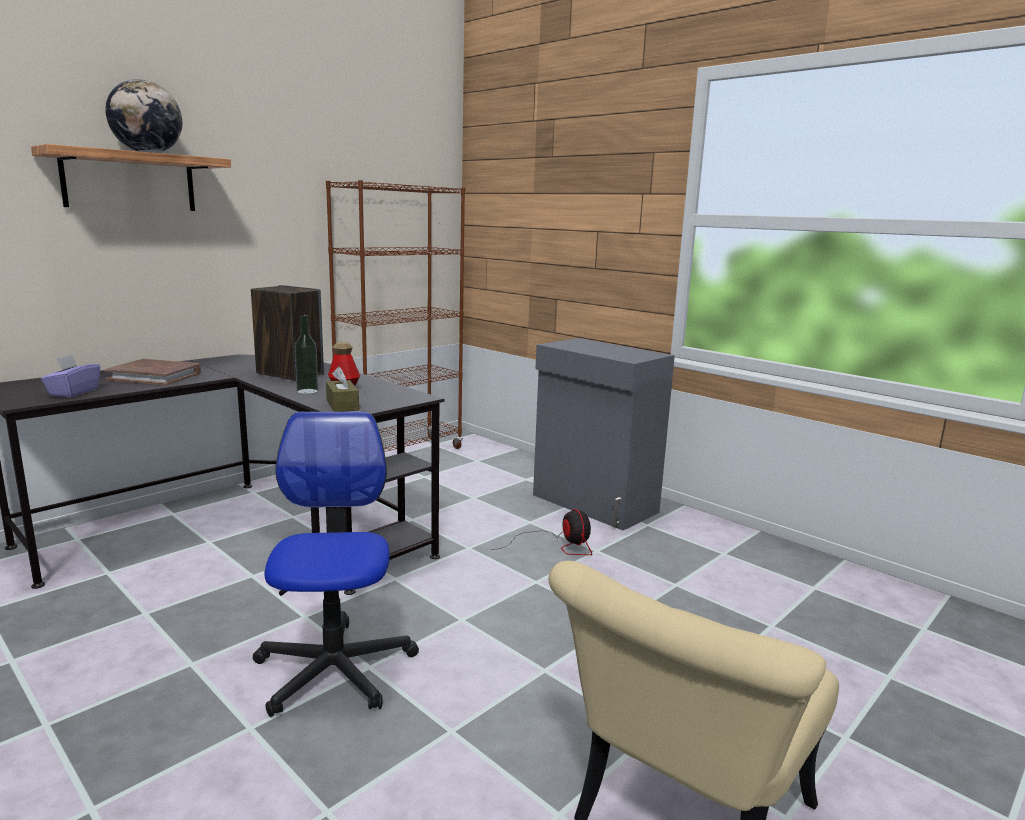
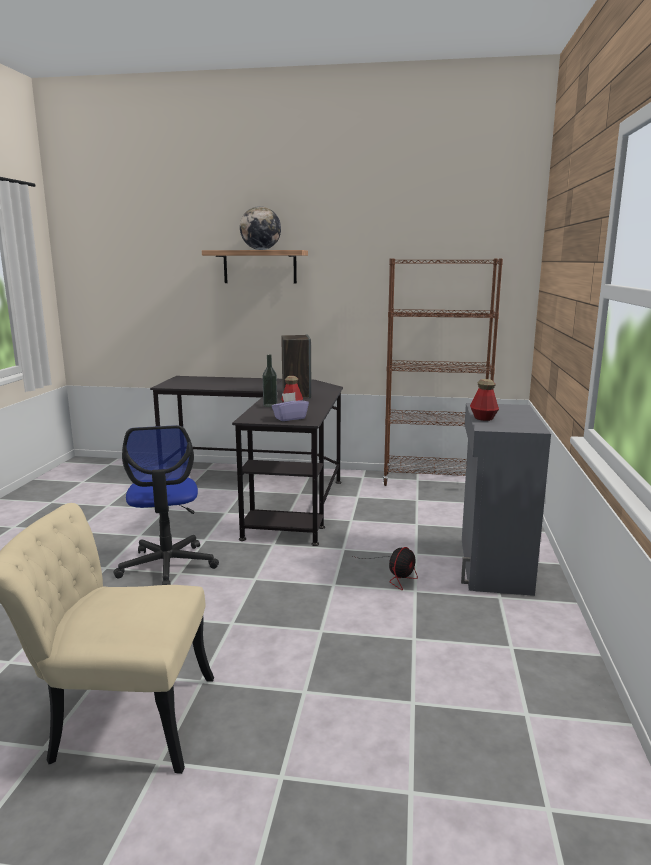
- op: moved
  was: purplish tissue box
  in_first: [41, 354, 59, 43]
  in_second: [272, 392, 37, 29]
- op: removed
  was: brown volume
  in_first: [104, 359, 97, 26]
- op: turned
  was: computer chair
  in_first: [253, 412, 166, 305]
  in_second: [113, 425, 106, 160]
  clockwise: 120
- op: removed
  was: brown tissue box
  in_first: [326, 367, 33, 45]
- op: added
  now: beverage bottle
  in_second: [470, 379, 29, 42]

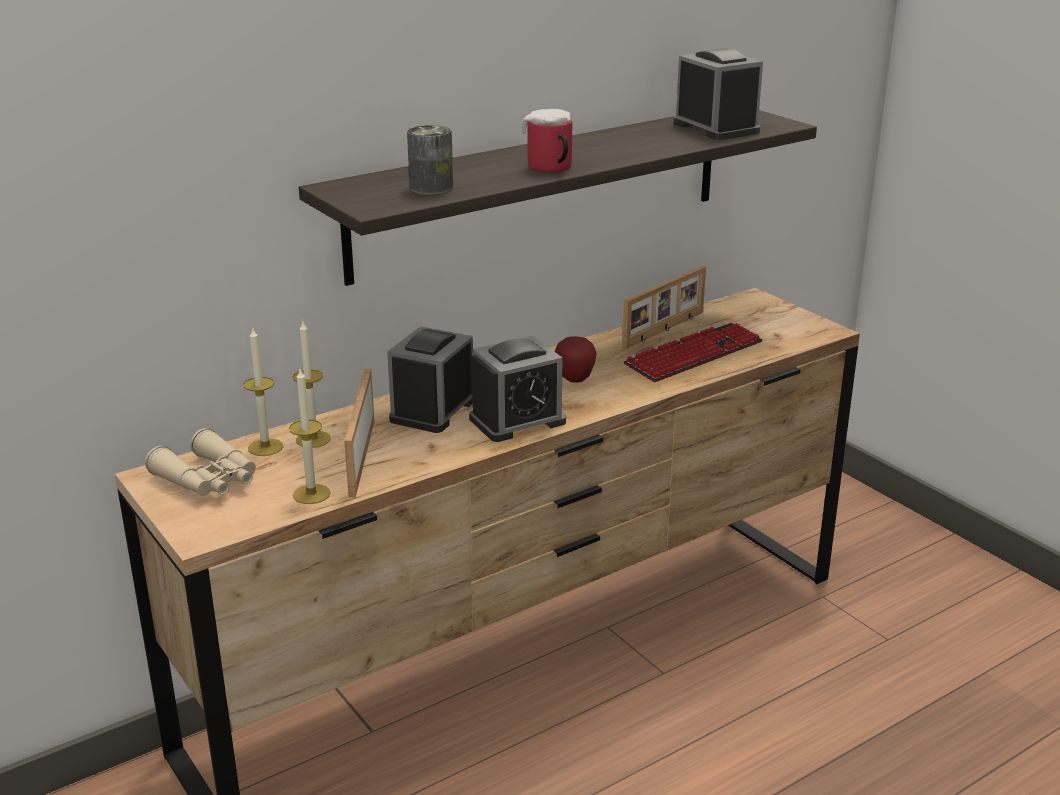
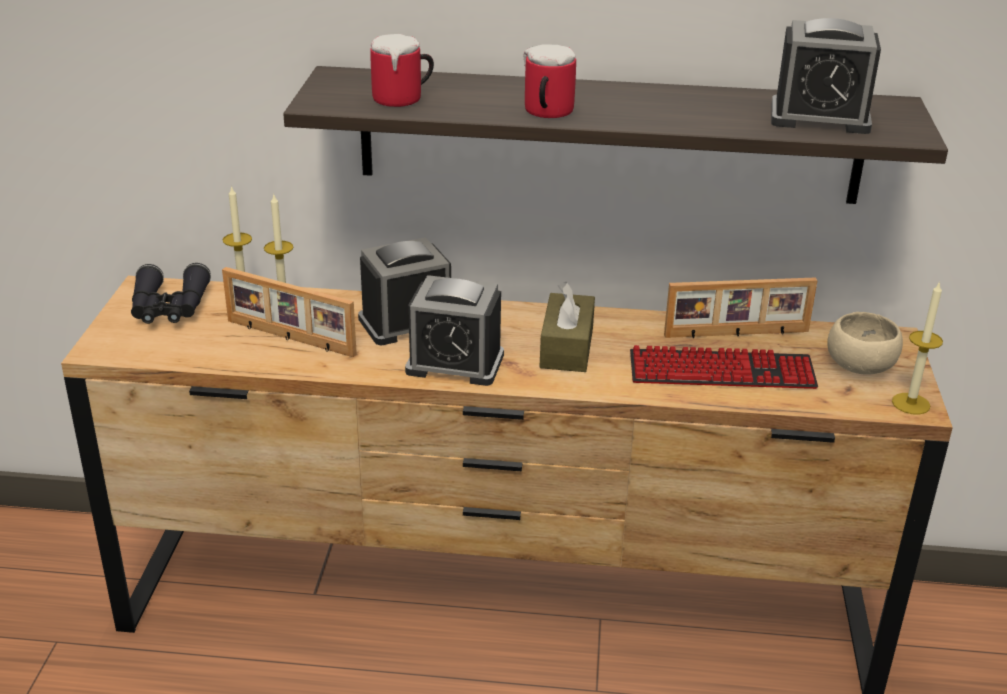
- op: recoloured
  was: sand-coloured binoculars
  now: black binoculars
  in_first: [145, 428, 111, 68]
  in_second: [131, 263, 80, 61]
- op: moved
  was: candle
  in_first: [289, 369, 42, 135]
  in_second: [892, 281, 51, 134]
- op: turned
  was: picture frame
  in_first: [344, 369, 30, 128]
  in_second: [222, 267, 135, 90]
  clockwise: -105
- op: replaced
  was: can
  now: mug
  in_first: [407, 125, 46, 70]
  in_second: [370, 34, 64, 73]
- op: replaced
  was: apple fruit
  now: brown tissue box
  in_first: [555, 336, 42, 47]
  in_second: [540, 282, 55, 90]
- op: turned
  was: table clock
  in_first: [673, 48, 90, 92]
  in_second: [771, 18, 110, 116]
  clockwise: 90
- op: added
  now: sand-coloured serving bowl
  in_second: [827, 312, 76, 62]

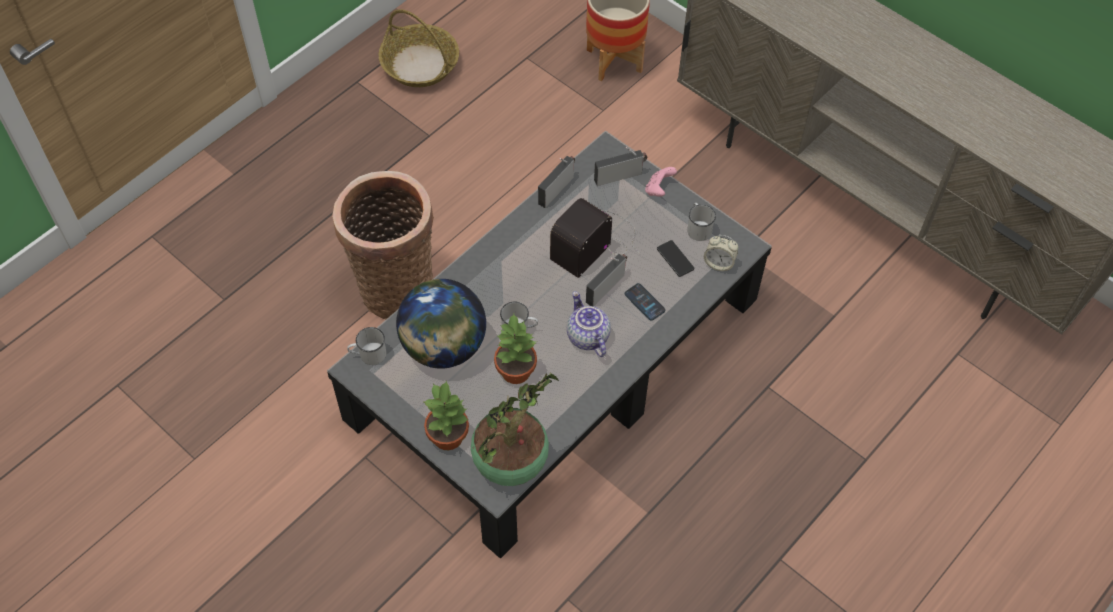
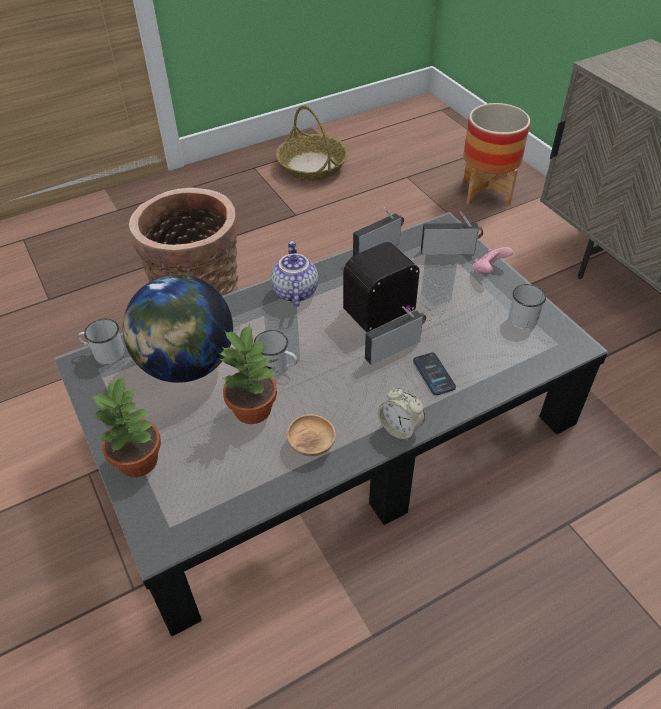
- op: removed
  was: houseplant
  in_first: [471, 372, 88, 114]
- op: moved
  was: teapot
  in_first: [567, 291, 44, 66]
  in_second: [271, 241, 47, 66]
- op: removed
  was: telephone
  in_first: [657, 240, 37, 37]
- op: moved
  was: table clock
  in_first: [704, 235, 34, 36]
  in_second: [378, 387, 47, 54]
- op: added
  now: brown serving bowl
  in_second: [287, 414, 49, 42]

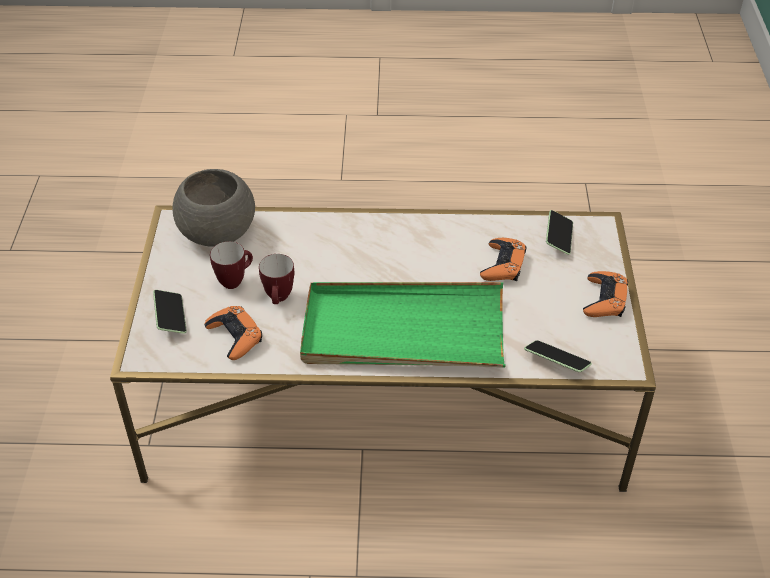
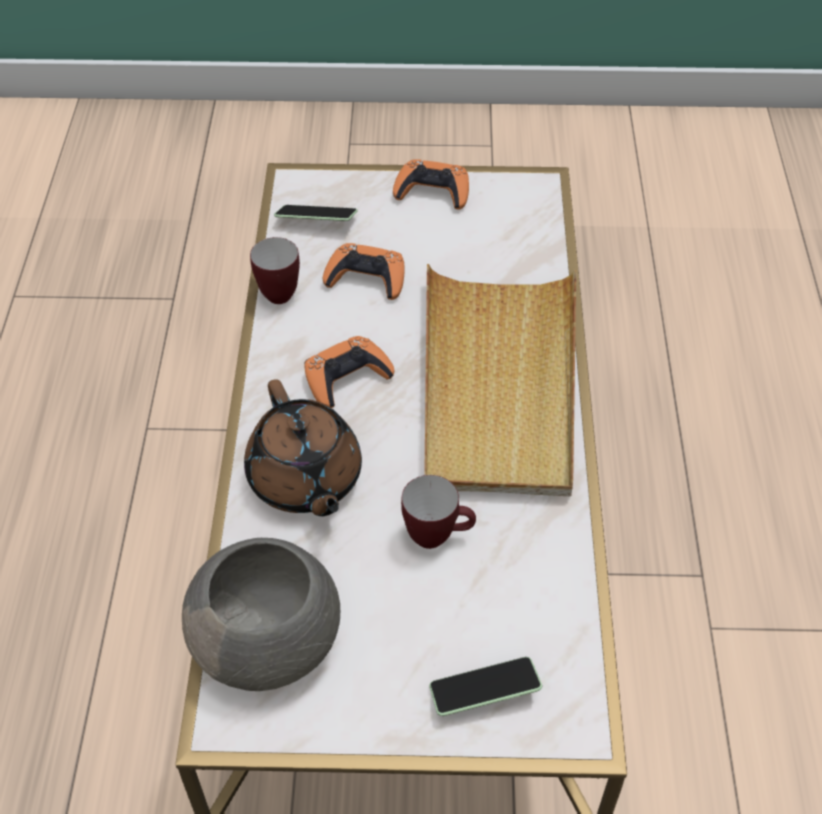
- op: moved
  was: orange-coloured joypad
  in_first: [204, 306, 58, 54]
  in_second: [304, 336, 91, 72]
- op: moved
  was: mug
  in_first: [210, 241, 43, 48]
  in_second: [250, 237, 50, 67]
- op: recoloured
  was: greenish tray
  now: sand-coloured tray
  in_first: [300, 282, 206, 86]
  in_second: [424, 264, 152, 232]
- op: removed
  was: telephone
  in_first: [524, 340, 68, 32]
- op: added
  now: brown teapot
  in_second: [244, 379, 118, 137]

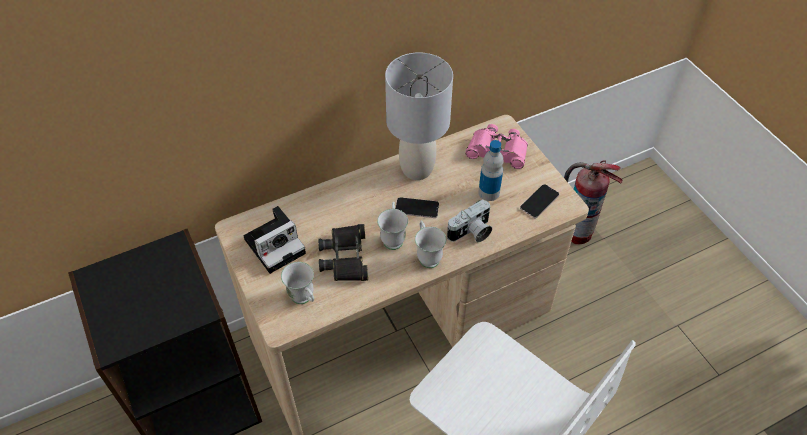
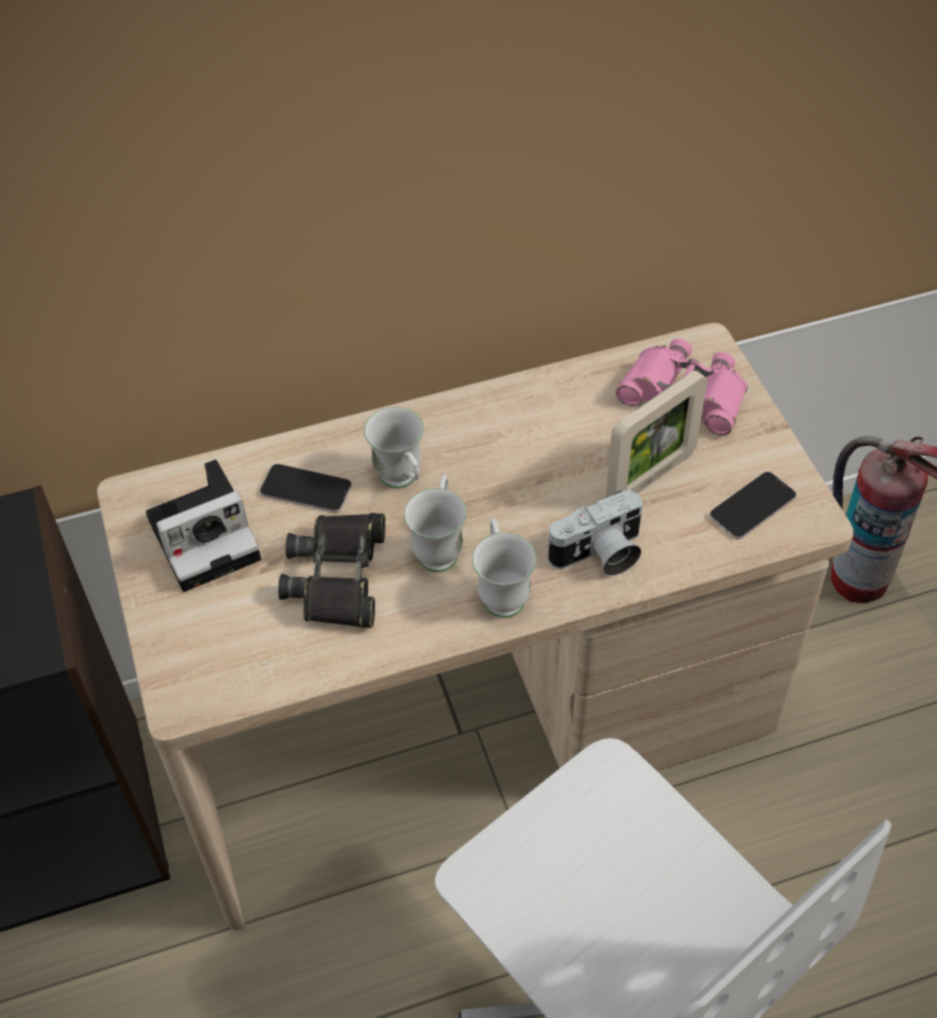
- op: moved
  was: white mug
  in_first: [281, 262, 33, 42]
  in_second: [364, 407, 60, 81]
- op: removed
  was: grey table lamp
  in_first: [385, 53, 68, 127]
- op: moved
  was: telephone
  in_first: [395, 197, 44, 21]
  in_second: [260, 464, 92, 49]
- op: replaced
  was: beverage bottle
  now: picture frame
  in_first: [478, 140, 26, 61]
  in_second: [606, 370, 101, 128]

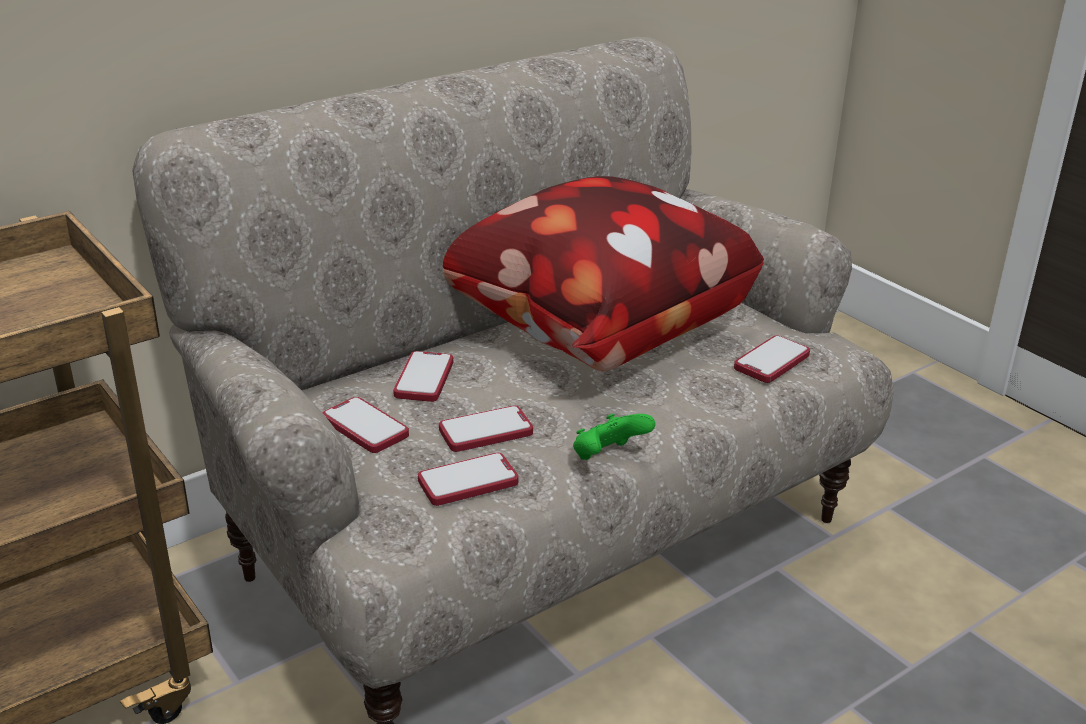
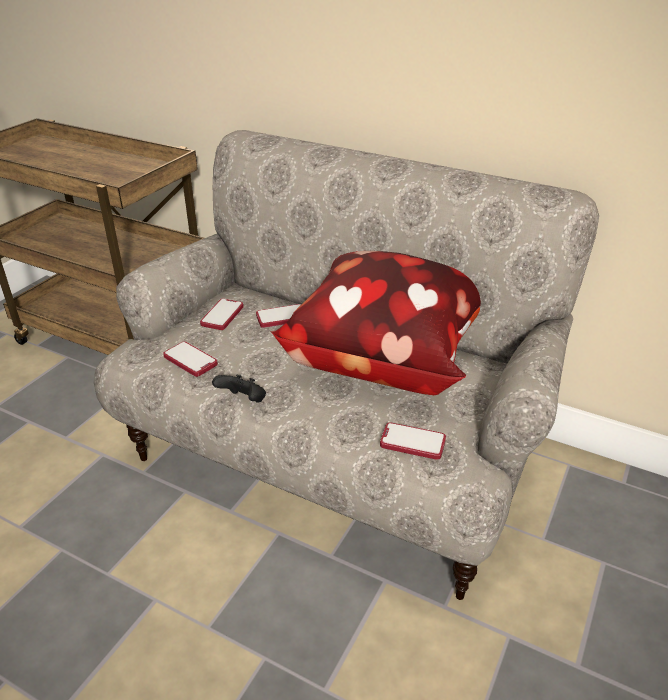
- op: removed
  was: telephone
  in_first: [439, 406, 94, 46]
- op: recoloured
  was: greenish joypad
  now: black joypad
  in_first: [573, 413, 82, 47]
  in_second: [212, 375, 54, 27]

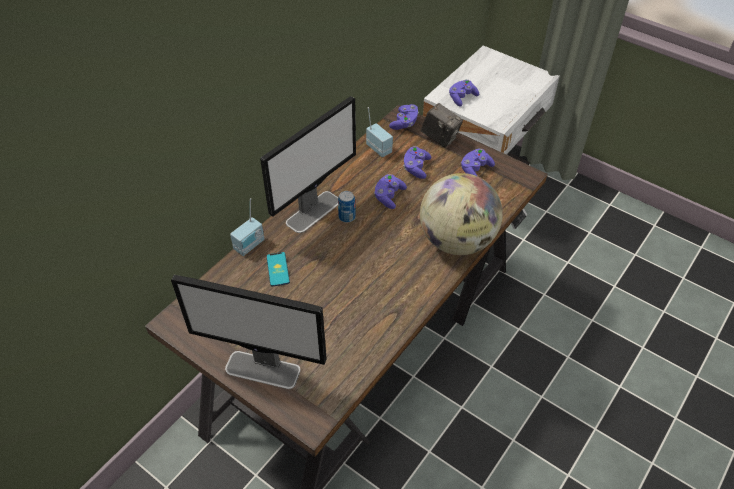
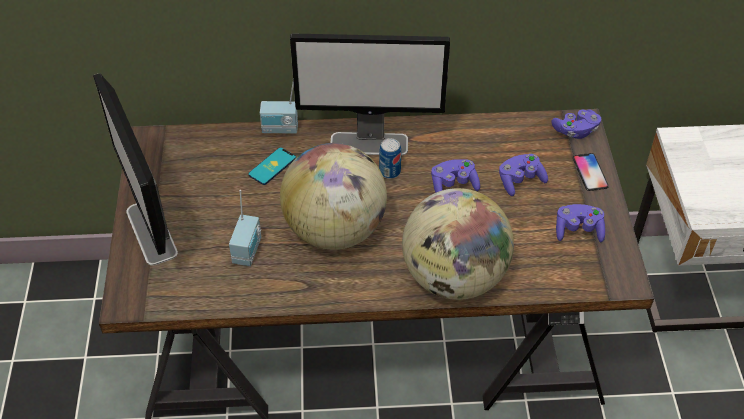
- op: moved
  was: radio set
  in_first: [366, 107, 27, 50]
  in_second: [229, 190, 32, 76]
- op: replaced
  was: photo camera
  now: telephone
  in_first: [421, 103, 42, 45]
  in_second: [573, 153, 36, 38]
- op: removed
  was: purplish joypad
  in_first: [449, 80, 30, 27]
- op: added
  now: world globe
  in_second: [280, 143, 107, 107]

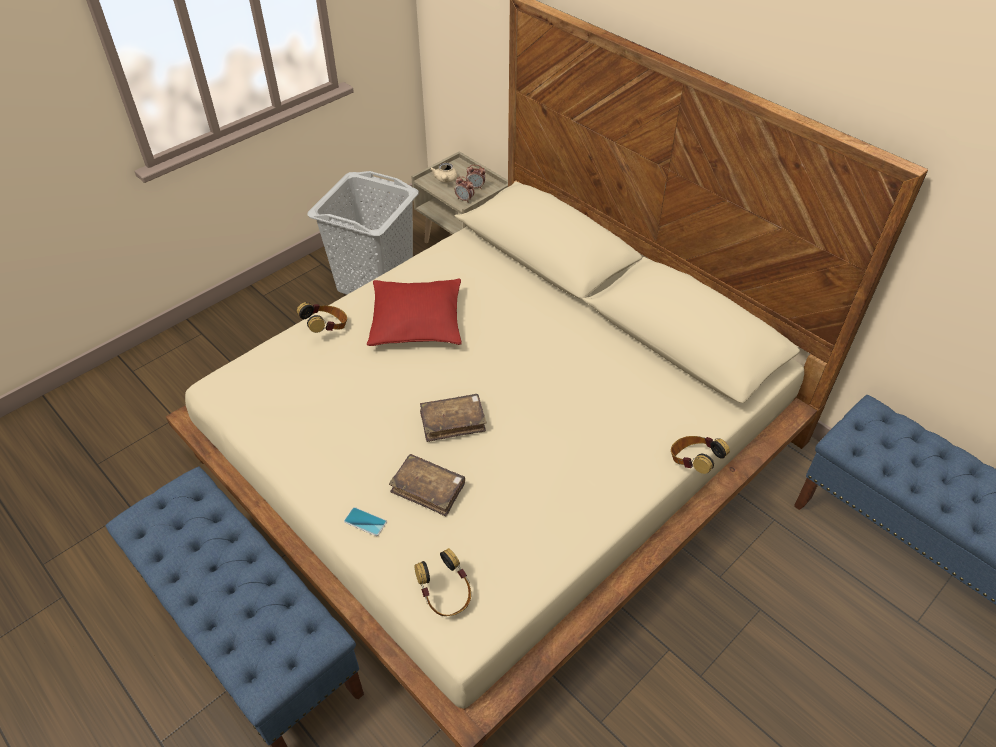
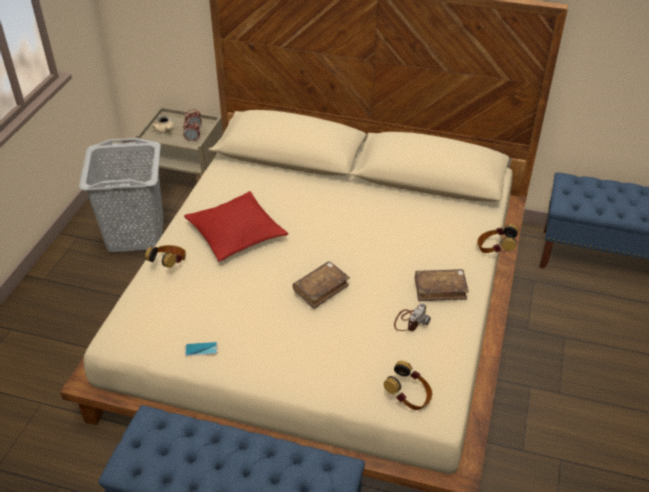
- op: moved
  was: telephone
  in_first: [344, 507, 43, 29]
  in_second: [185, 342, 32, 14]
- op: moved
  was: brown volume
  in_first: [389, 454, 76, 63]
  in_second: [415, 269, 54, 32]
- op: added
  now: photo camera
  in_second: [394, 303, 37, 28]

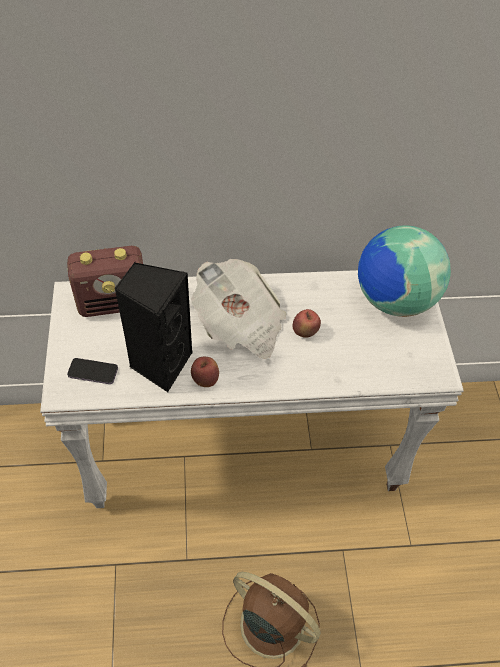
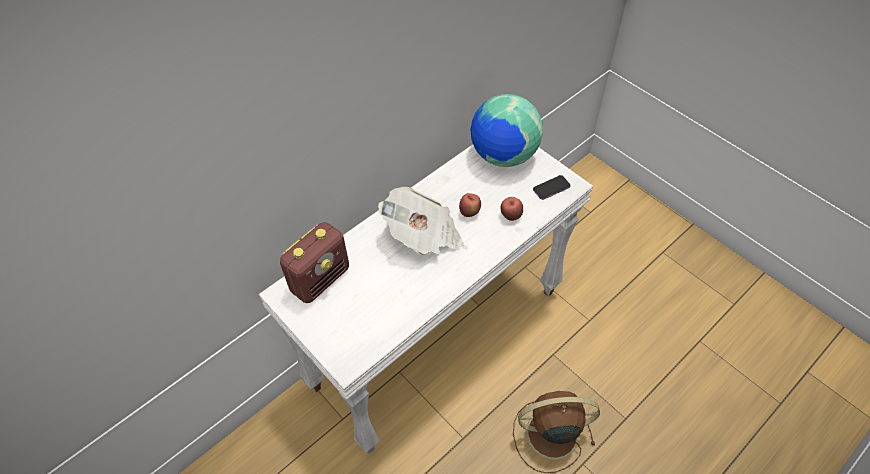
- op: moved
  was: telephone
  in_first: [67, 358, 51, 26]
  in_second: [533, 175, 38, 25]
- op: removed
  was: black speaker
  in_first: [114, 262, 78, 130]
- op: moved
  was: apple fruit
  in_first: [191, 357, 28, 30]
  in_second: [501, 197, 22, 24]

